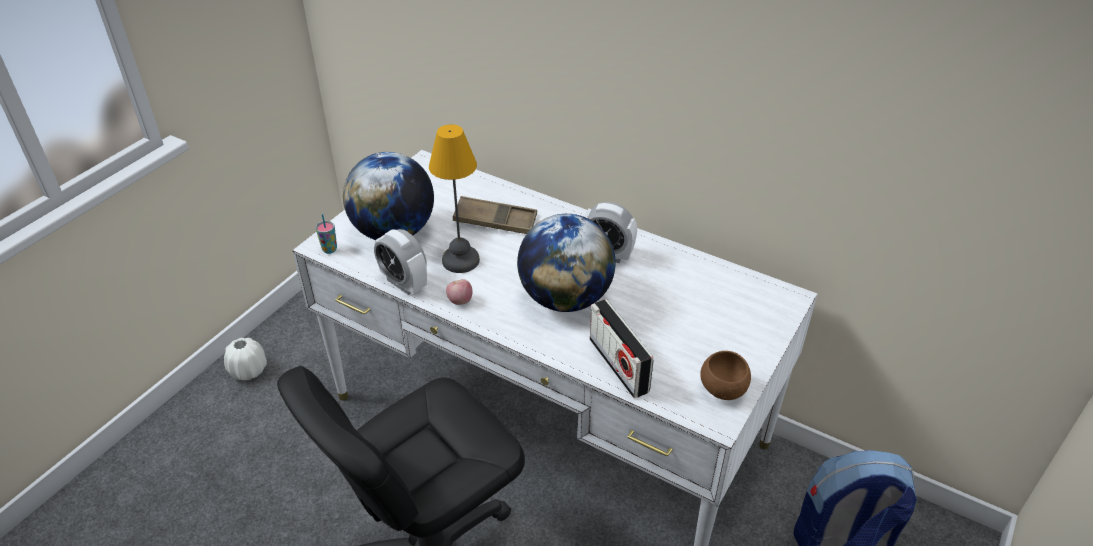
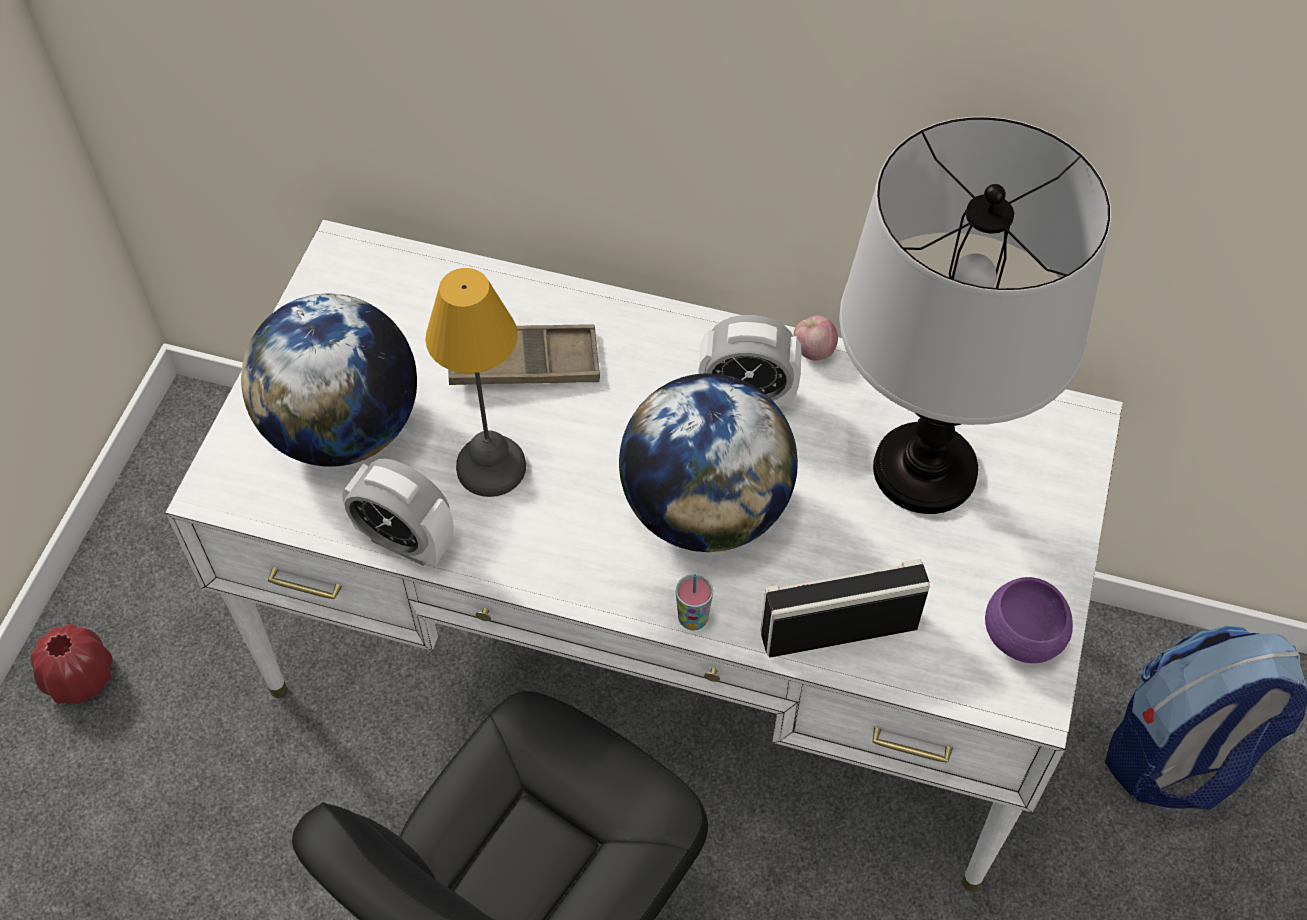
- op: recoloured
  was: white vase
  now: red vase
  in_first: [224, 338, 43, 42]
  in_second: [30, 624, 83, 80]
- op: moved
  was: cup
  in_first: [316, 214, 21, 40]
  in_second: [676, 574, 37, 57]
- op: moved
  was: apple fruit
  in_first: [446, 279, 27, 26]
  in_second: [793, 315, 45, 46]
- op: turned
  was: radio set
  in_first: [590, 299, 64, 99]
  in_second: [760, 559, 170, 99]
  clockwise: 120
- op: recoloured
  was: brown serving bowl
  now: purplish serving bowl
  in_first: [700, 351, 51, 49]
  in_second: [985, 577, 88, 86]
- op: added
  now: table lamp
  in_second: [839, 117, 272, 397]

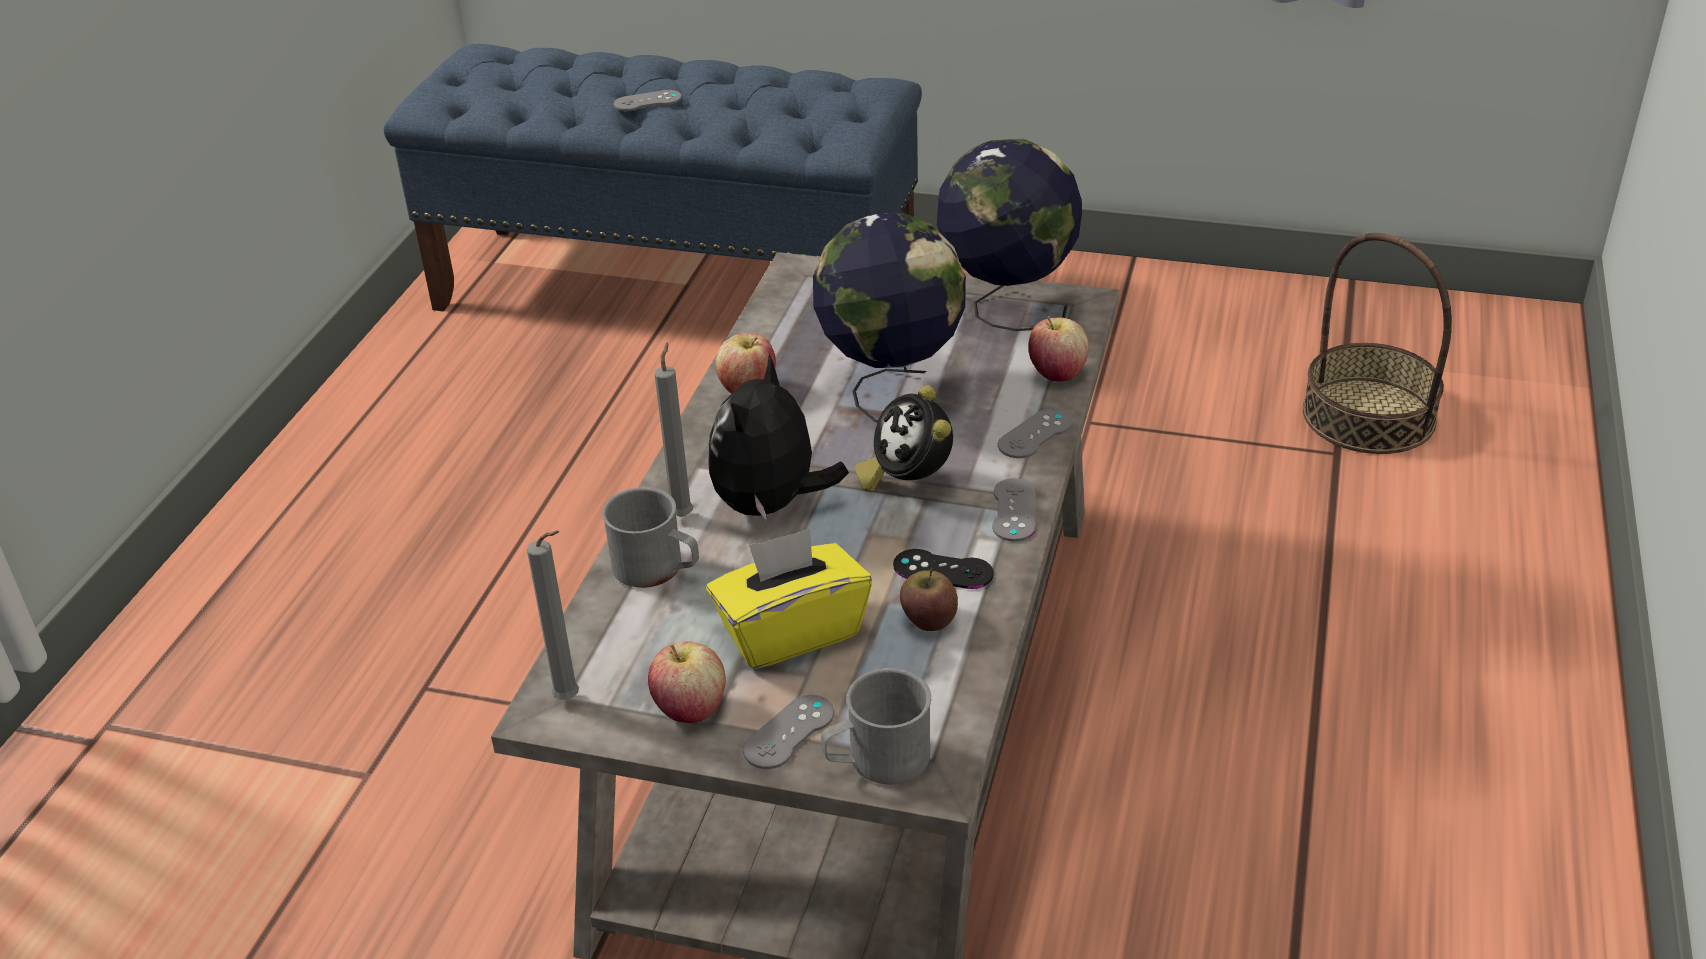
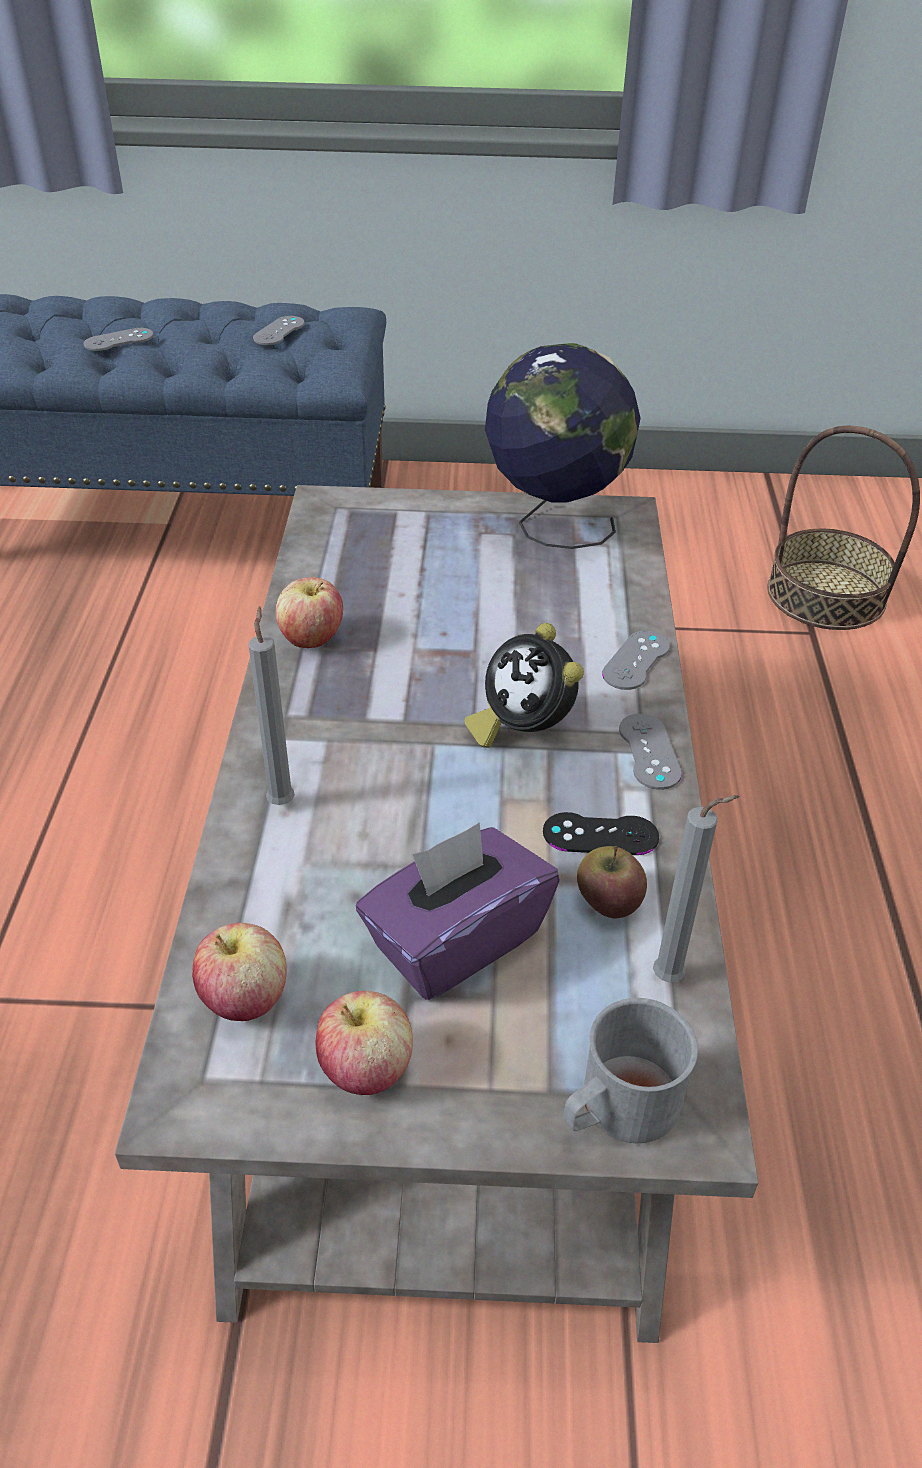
- op: moved
  was: grey candle
  in_first: [527, 531, 52, 169]
  in_second: [653, 795, 86, 188]
- op: removed
  was: grey mug
  in_first: [602, 487, 97, 101]
- op: recoloured
  was: yellow-coloured tissue box
  now: purplish tissue box
  in_first: [706, 528, 166, 141]
  in_second: [356, 822, 204, 178]
- op: removed
  was: soft toy
  in_first: [708, 354, 141, 168]
- op: moved
  was: grey joypad
  in_first: [743, 695, 91, 74]
  in_second: [253, 316, 52, 29]
- op: removed
  was: world globe
  in_first: [813, 213, 153, 209]
- op: moved
  was: apple fruit
  in_first: [1028, 316, 61, 65]
  in_second: [192, 923, 94, 98]

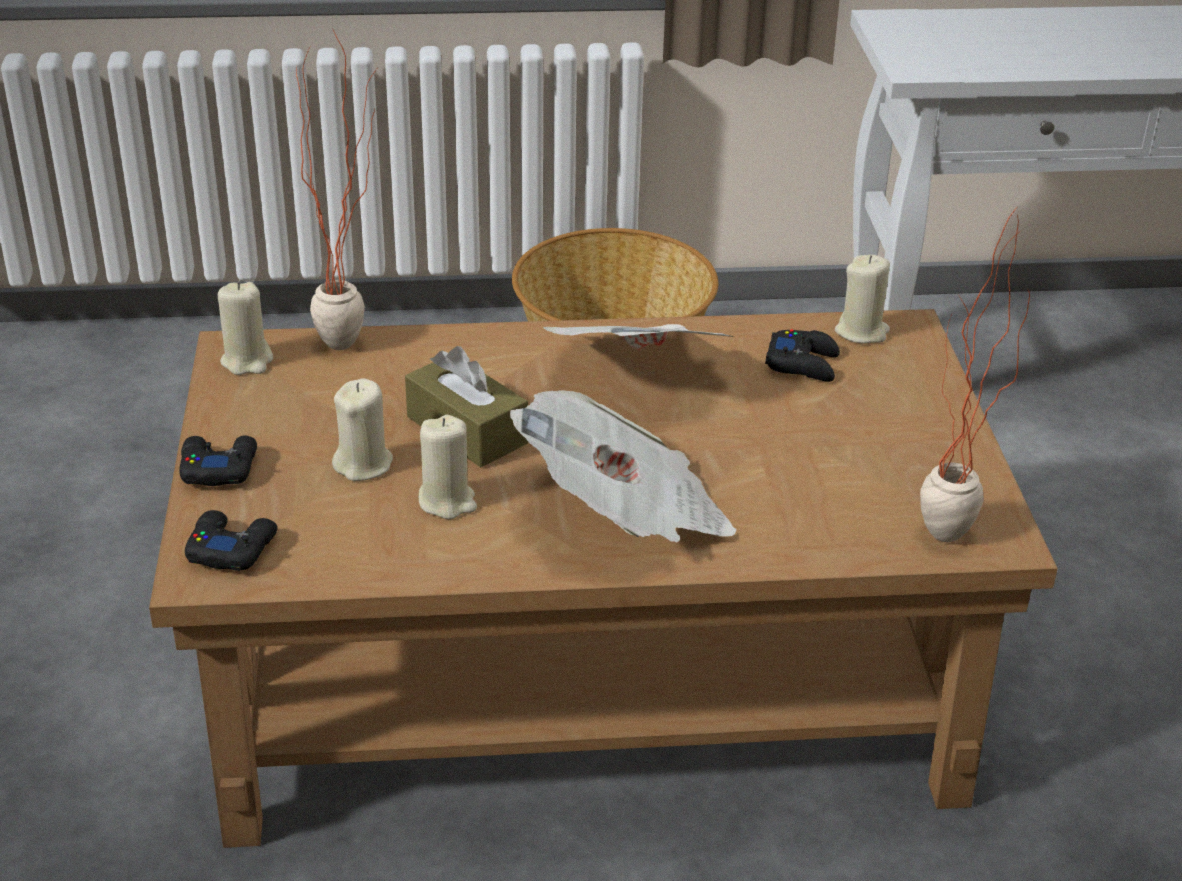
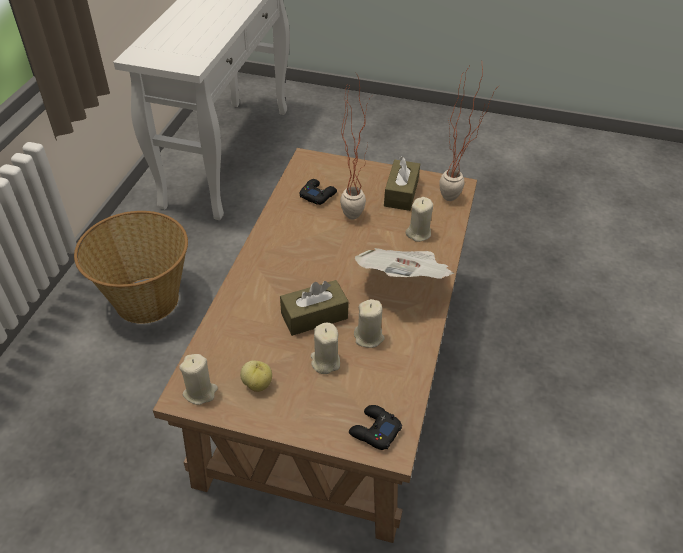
- op: removed
  was: black joypad
  in_first: [180, 435, 77, 51]
- op: moved
  was: houseplant
  in_first: [296, 30, 81, 320]
  in_second: [340, 71, 31, 148]
- op: removed
  was: daily paper
  in_first: [543, 324, 191, 26]
- op: moved
  was: sand-coloured candle
  in_first: [835, 255, 55, 89]
  in_second: [406, 197, 27, 45]
- op: added
  now: apple fruit
  in_second: [240, 361, 32, 31]
- op: added
  now: brown tissue box
  in_second: [384, 156, 36, 55]

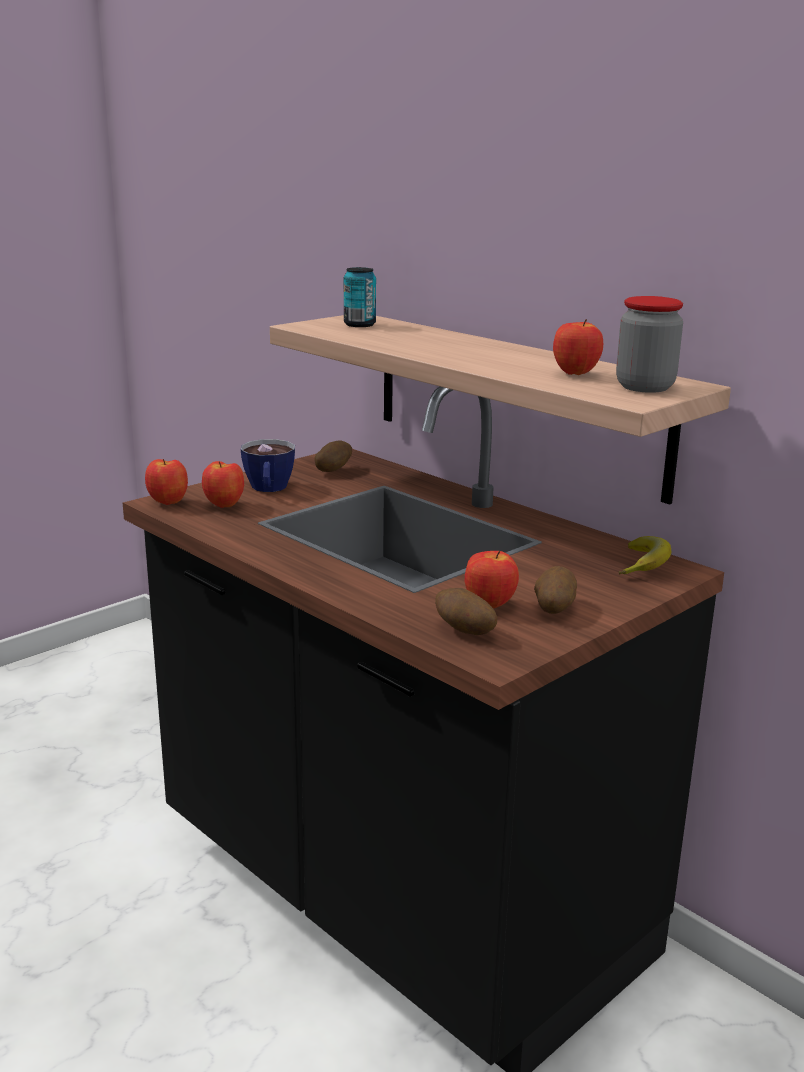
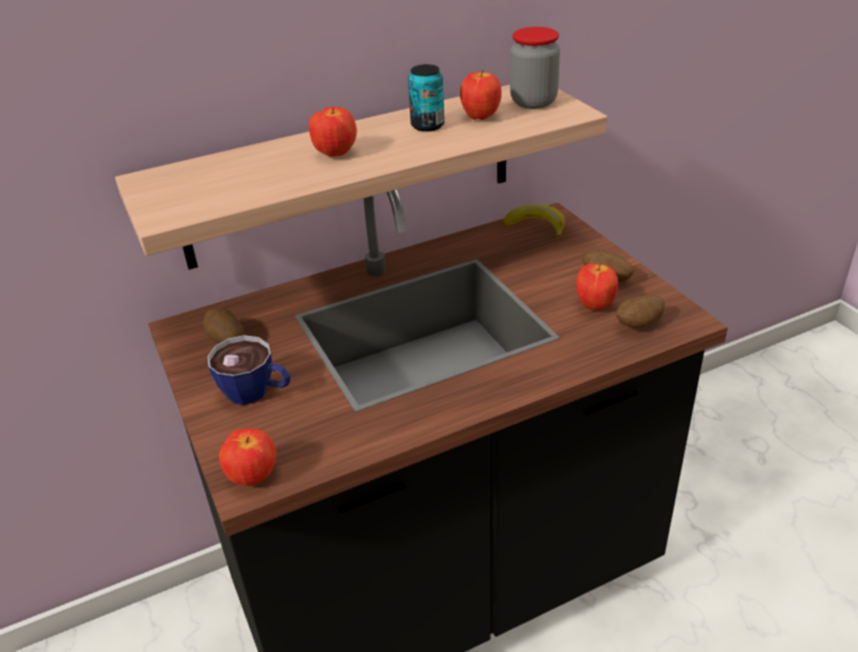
- op: moved
  was: apple fruit
  in_first: [202, 461, 42, 47]
  in_second: [309, 107, 48, 50]
- op: moved
  was: can
  in_first: [344, 267, 32, 60]
  in_second: [408, 64, 37, 68]

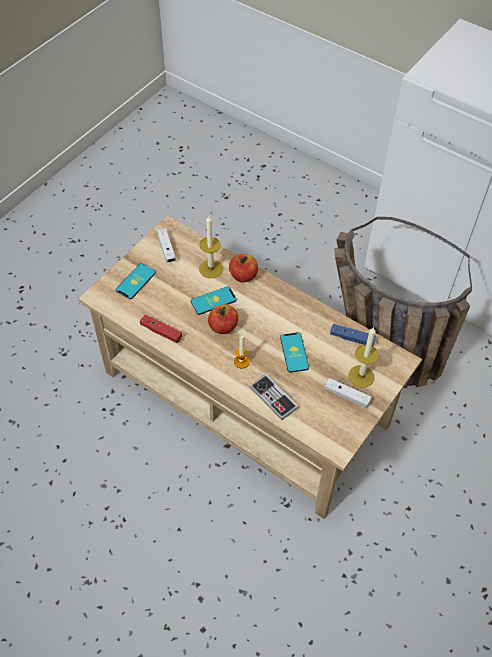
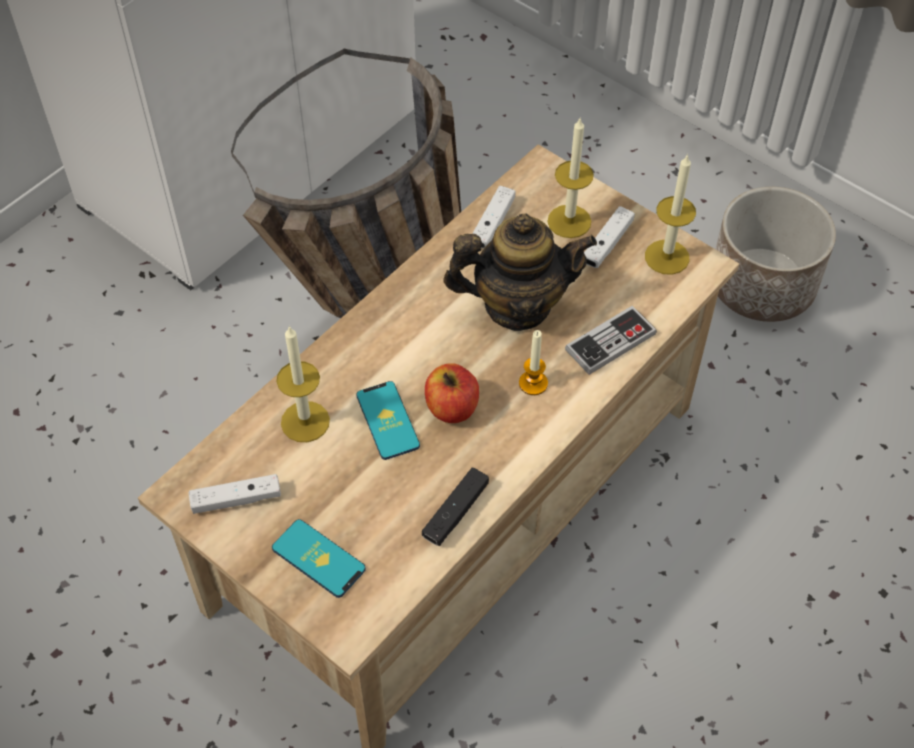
- op: recoloured
  was: red joypad
  now: black joypad
  in_first: [140, 314, 42, 29]
  in_second: [422, 468, 67, 78]
- op: removed
  was: apple fruit
  in_first: [229, 254, 29, 28]
- op: replaced
  was: telephone
  now: teapot
  in_first: [280, 332, 29, 41]
  in_second: [444, 214, 153, 117]
- op: recoloured
  was: blue-coloured joypad
  now: white joypad
  in_first: [330, 324, 46, 22]
  in_second: [472, 186, 44, 63]
- op: added
  now: candle
  in_second: [645, 154, 51, 121]
- op: added
  now: planter
  in_second: [716, 187, 120, 135]

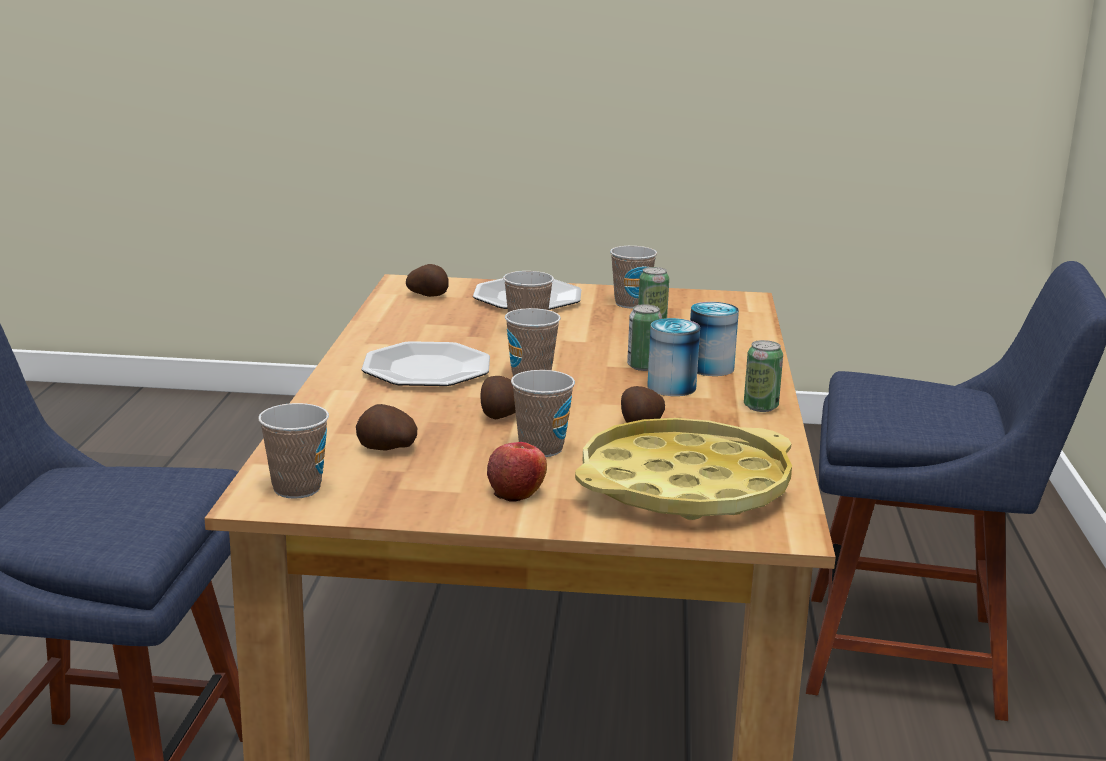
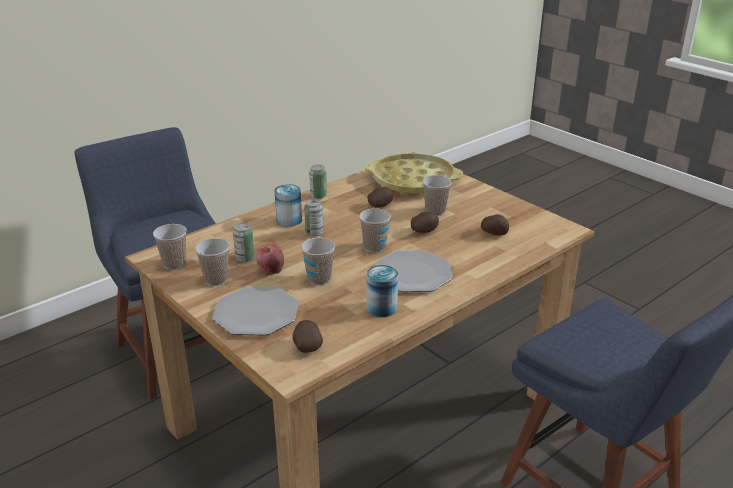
- op: moved
  was: cup
  in_first: [258, 403, 71, 96]
  in_second: [153, 224, 34, 46]
- op: moved
  was: apple fruit
  in_first: [487, 442, 60, 59]
  in_second: [256, 244, 28, 31]
- op: moved
  was: can
  in_first: [647, 318, 53, 78]
  in_second: [367, 265, 31, 52]

